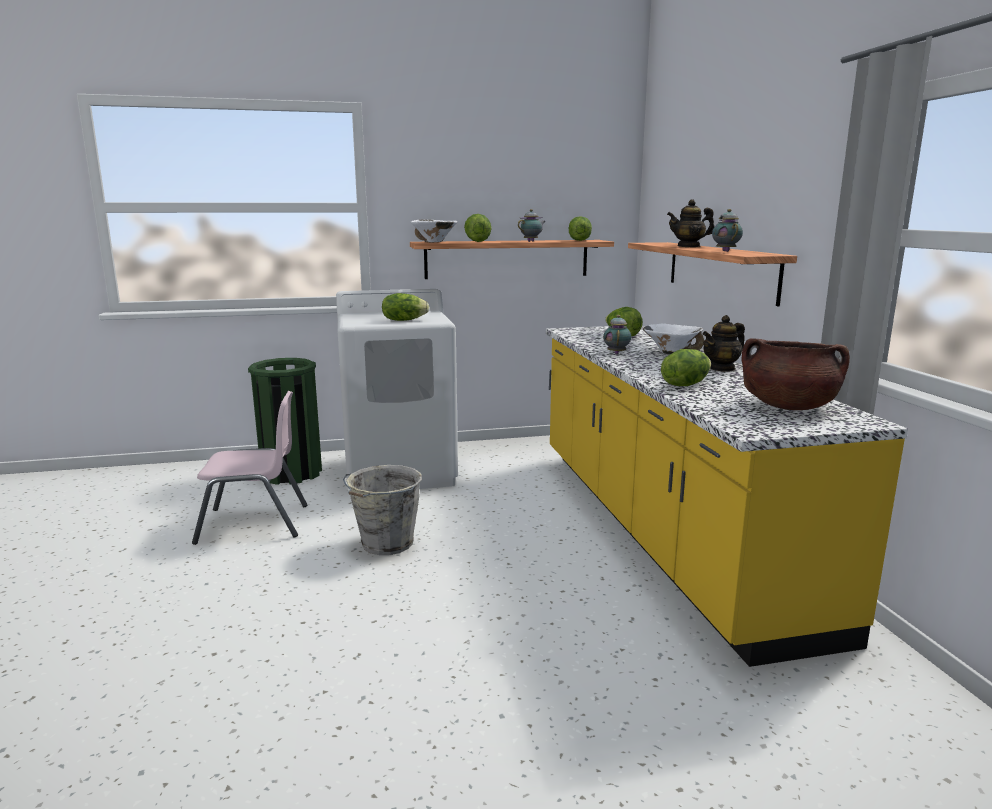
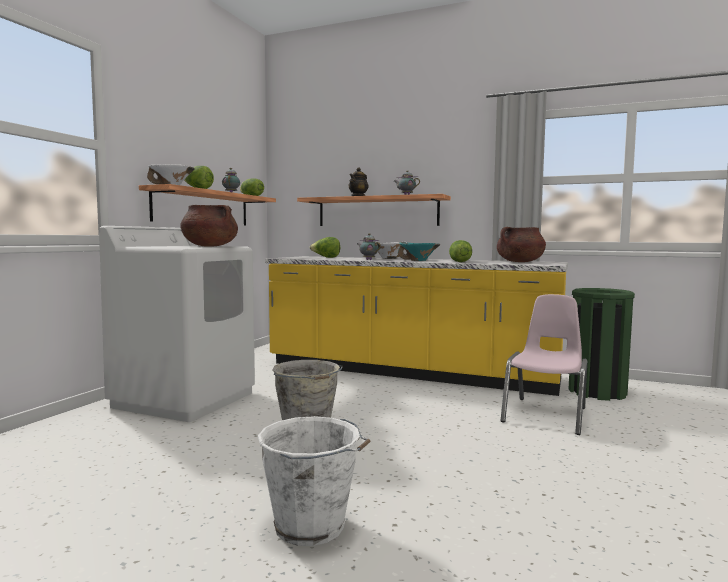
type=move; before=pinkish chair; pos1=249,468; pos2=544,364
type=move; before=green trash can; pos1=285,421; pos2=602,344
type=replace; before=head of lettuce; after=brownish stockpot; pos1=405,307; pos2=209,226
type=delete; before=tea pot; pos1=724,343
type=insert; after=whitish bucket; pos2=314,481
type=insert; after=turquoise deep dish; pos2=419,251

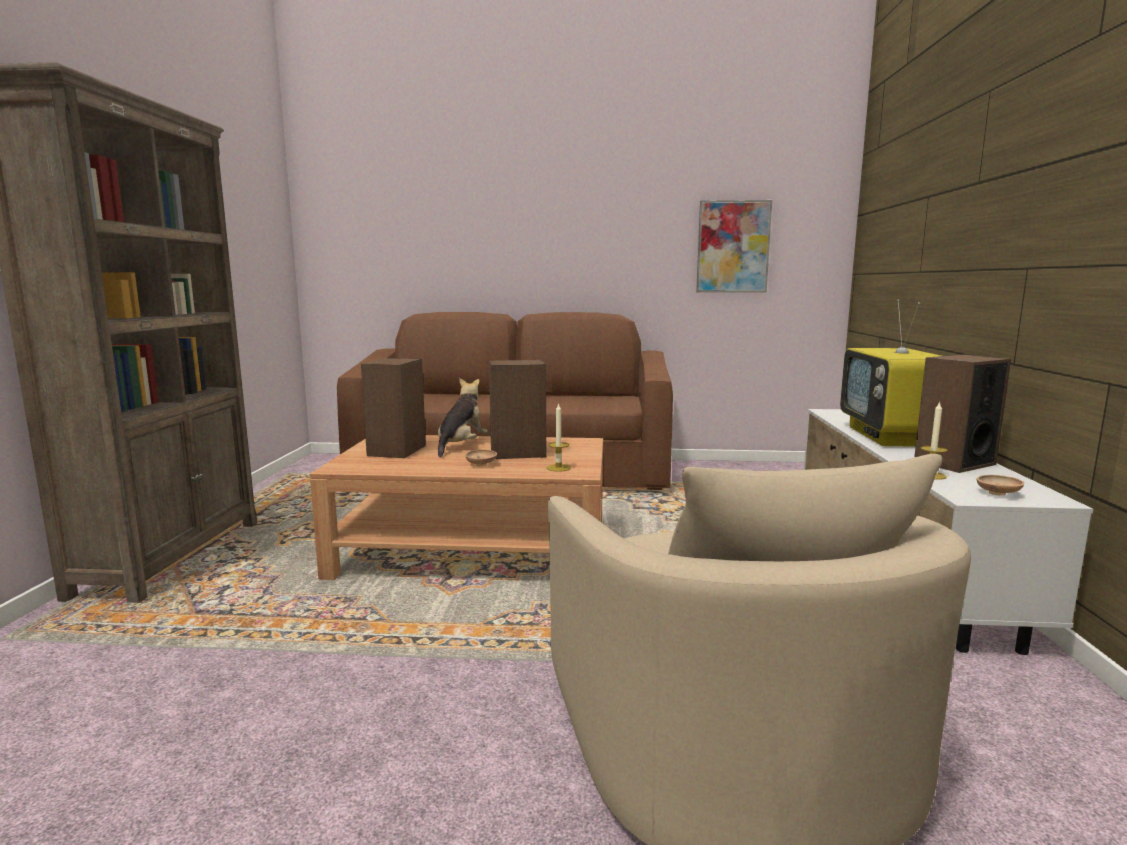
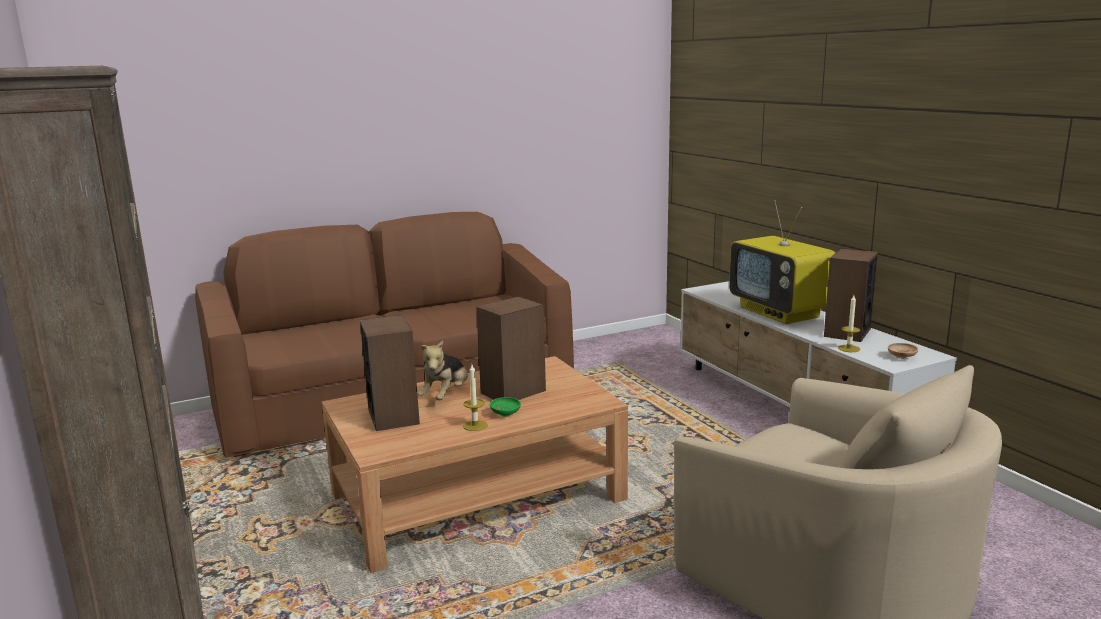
type=rotate; before=cuddly toy; pos1=463,417; pos2=443,370; turn=-150
type=recolor; before=brownish deep dish; after=green deep dish; pos1=481,458; pos2=505,407
type=move; before=wax candle; pos1=558,437; pos2=475,398
type=delete; before=picture; pos1=734,246

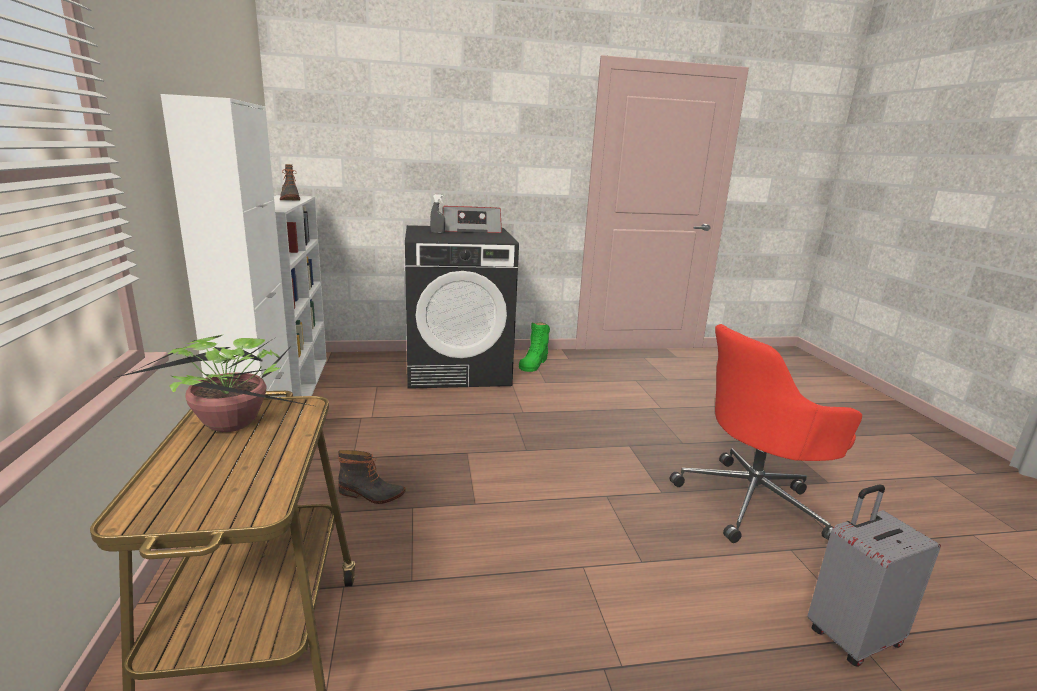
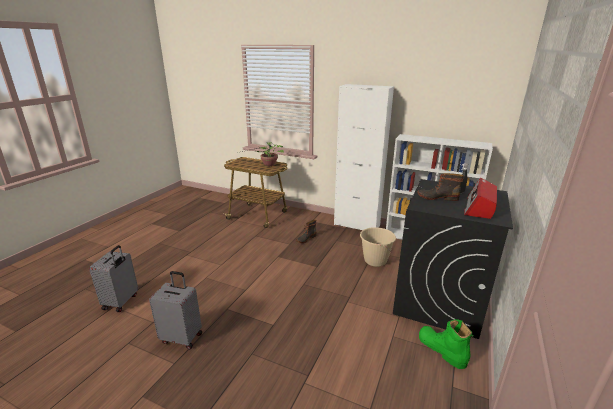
type=move; before=high-top boot; pos1=290,182; pos2=441,187
type=replace; before=red-coloured desk chair; after=greyish piece of luggage; pos1=766,433; pos2=175,310
type=insert; after=sand-coloured bucket; pos2=378,247

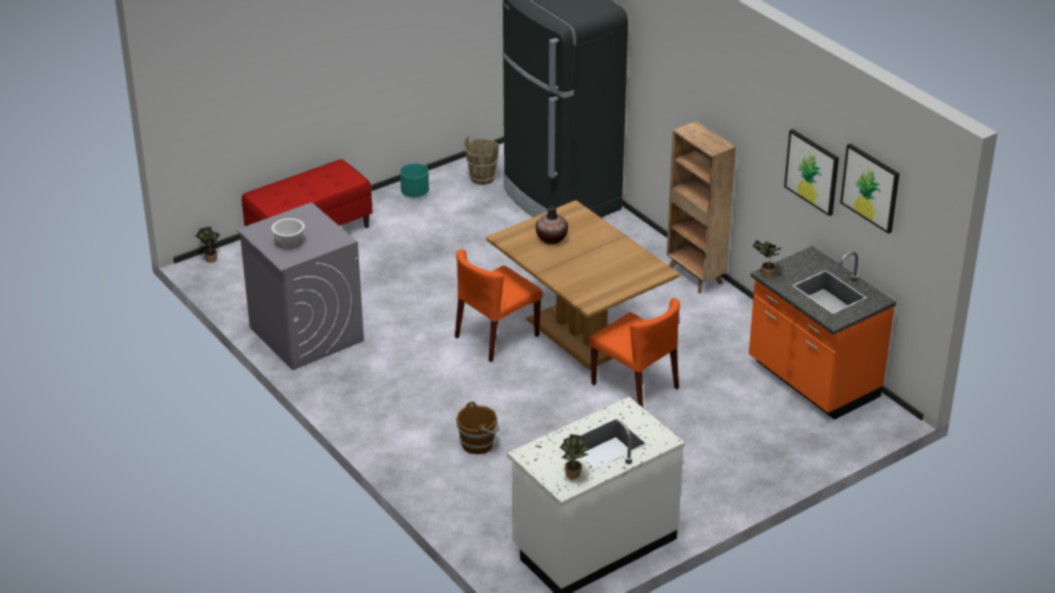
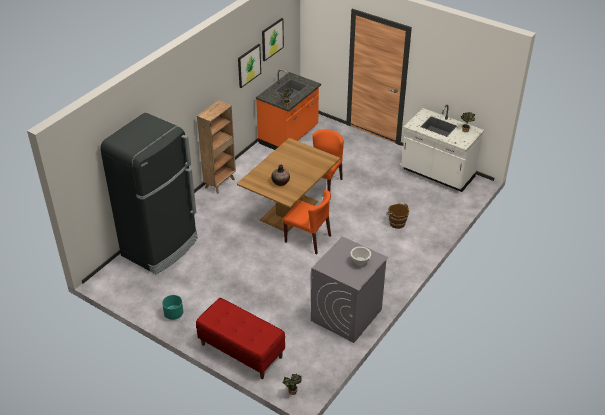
type=delete; before=brownish bucket; pos1=482,161

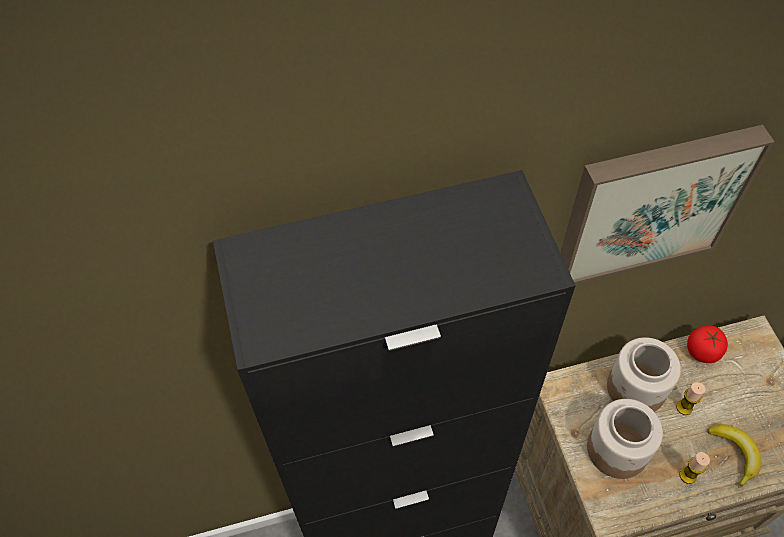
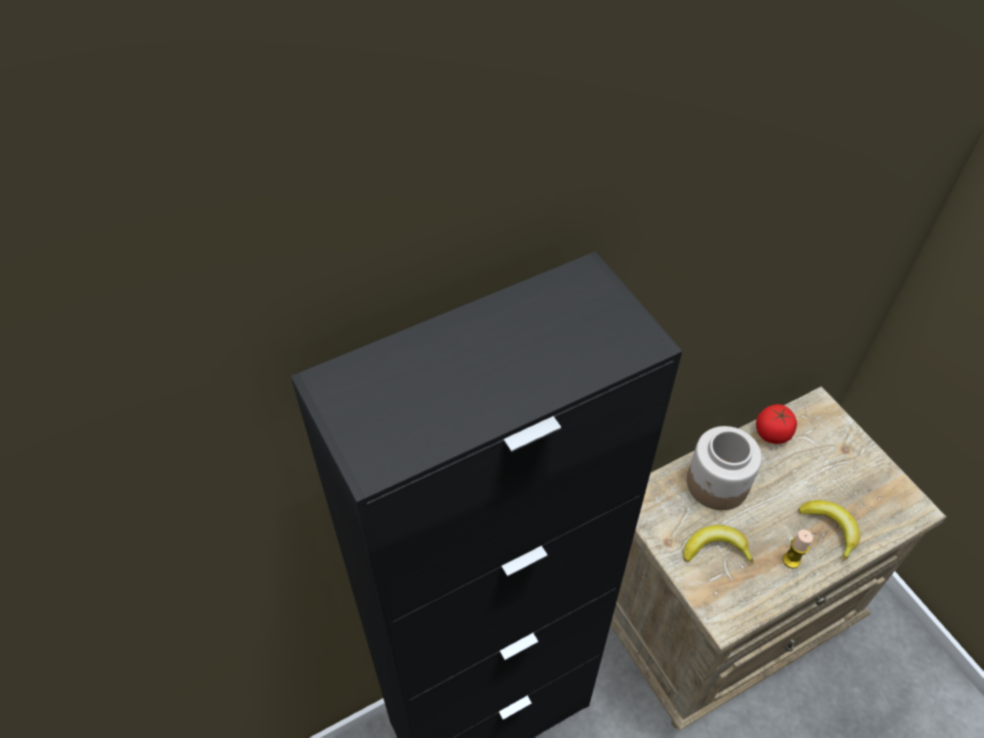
type=delete; before=picture; pos1=667,204
type=replace; before=preserve jar; after=whole banana; pos1=625,439; pos2=719,544
type=delete; before=wax candle; pos1=690,398

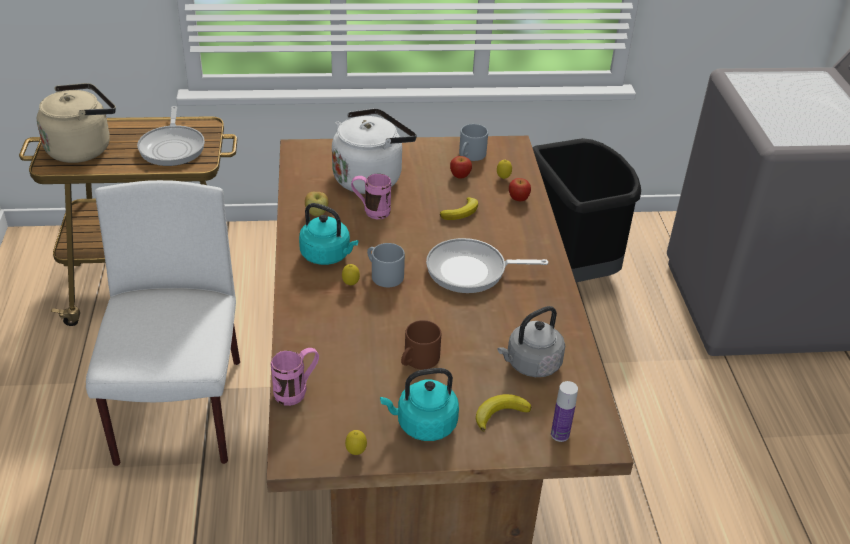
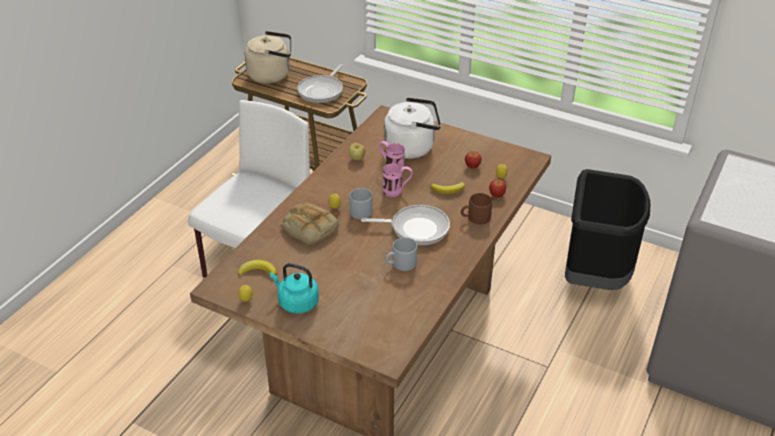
type=move; before=pinkish tea mug; pos1=295,377; pos2=397,180
type=delete; before=turquoise water kettle; pos1=328,234
type=move; before=brownish tea mug; pos1=421,344; pos2=477,208
type=rotate; before=pan; pos1=487,265; pos2=405,225; turn=150
type=move; before=greyish tea mug; pos1=473,142; pos2=401,254
type=move; before=whole banana; pos1=503,413; pos2=257,268
type=delete; before=greyish water kettle; pos1=531,341
type=delete; before=drink bottle; pos1=564,411
type=insert; after=baked bread; pos2=310,224

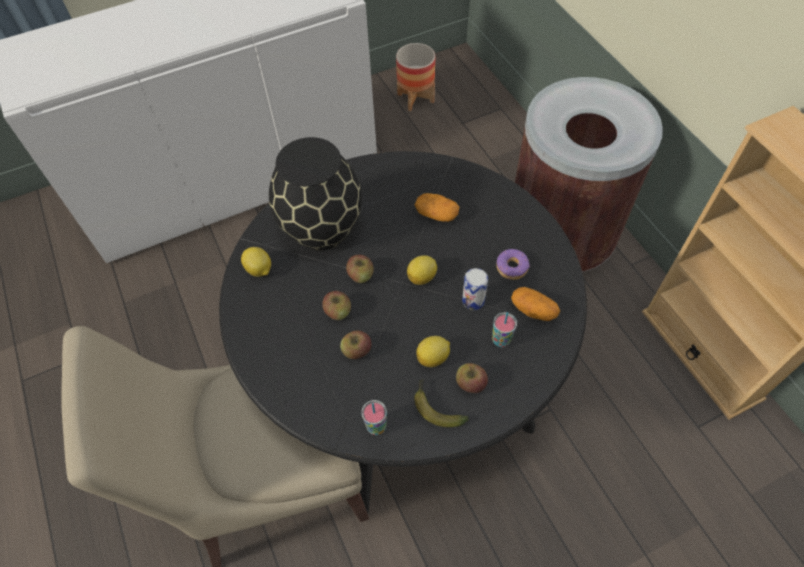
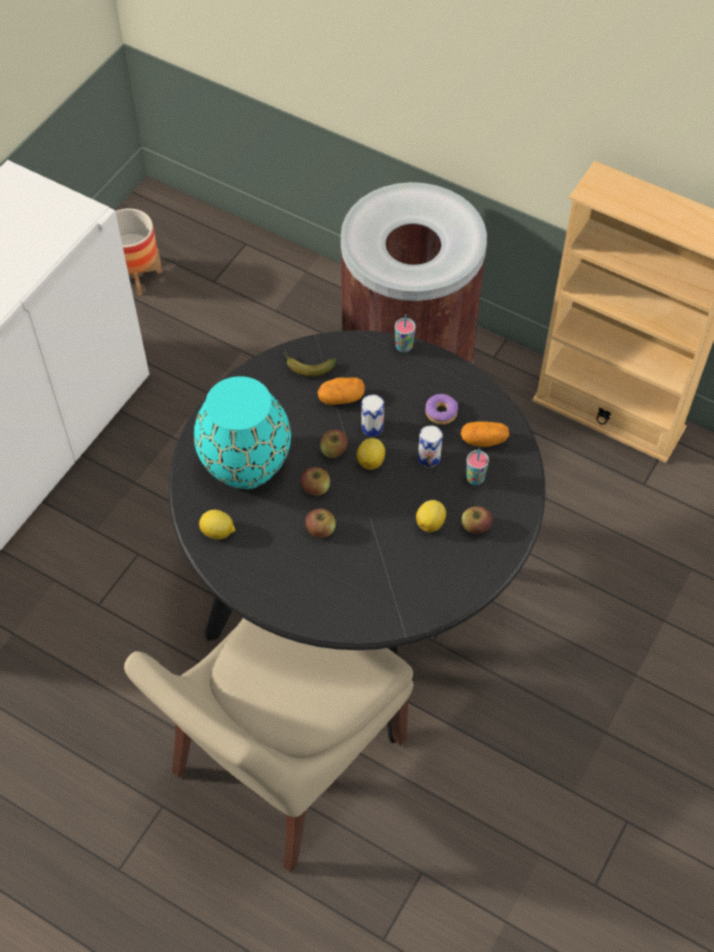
type=recolor; before=black-coloured vase; after=turquoise vase; pos1=315,194; pos2=242,432
type=move; before=whole apple; pos1=355,345; pos2=334,444
type=move; before=small cup; pos1=374,417; pos2=405,333
type=move; before=whole banana; pos1=441,403; pos2=310,363
type=insert; after=metal can; pos2=372,415

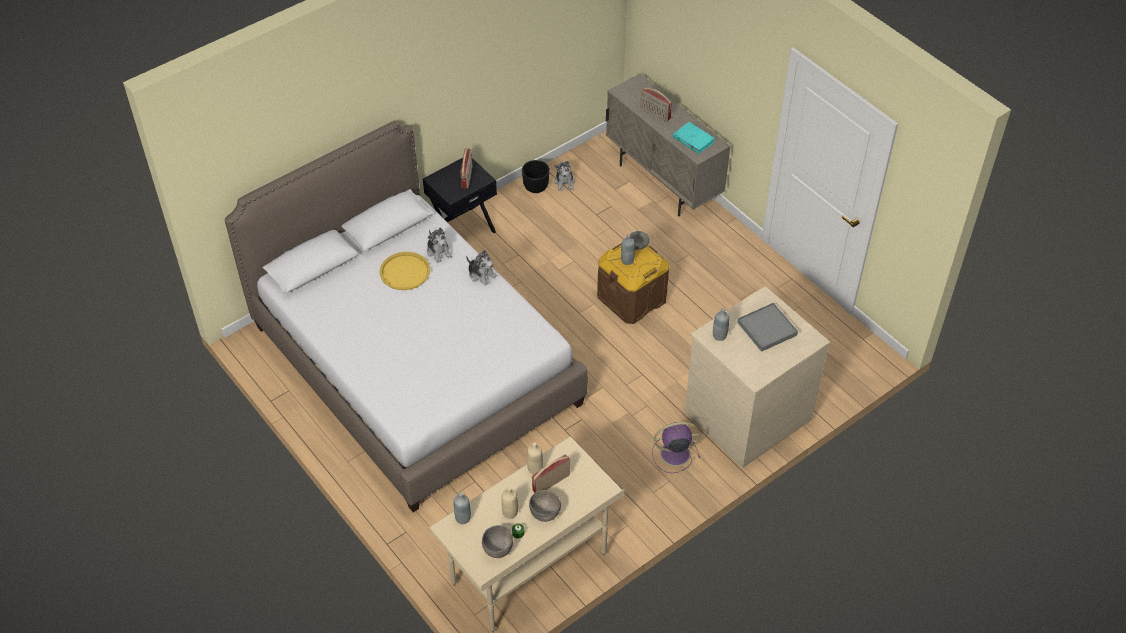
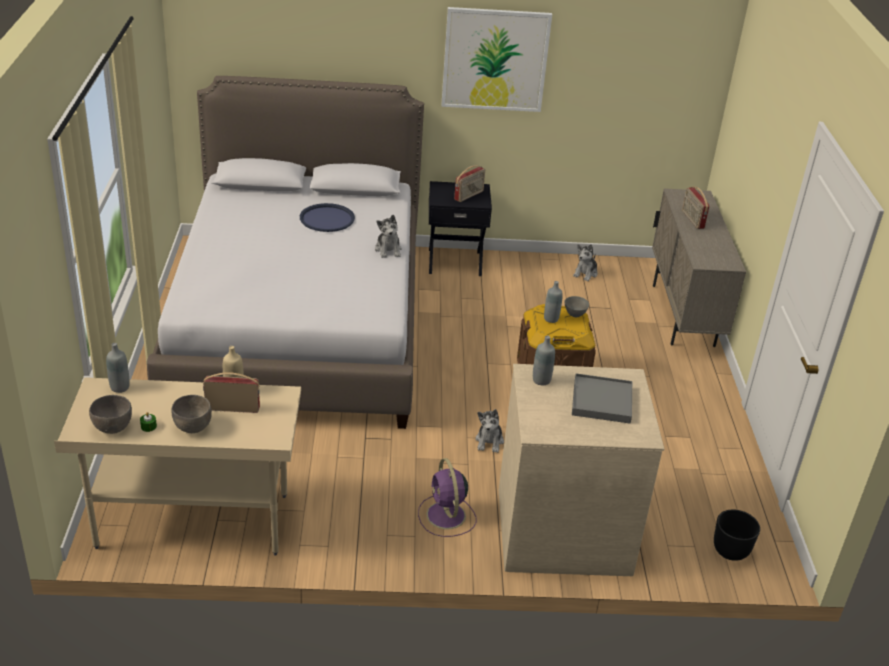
type=recolor; before=yellow carrying tray; after=blue-coloured carrying tray; pos1=405,271; pos2=327,217
type=move; before=cuddly toy; pos1=439,245; pos2=489,431
type=delete; before=sand-coloured drink bottle; pos1=509,503
type=move; before=black-coloured planter; pos1=536,176; pos2=737,535
type=rotate; before=purplish cooling fan; pos1=676,447; pos2=447,497; turn=-135
type=delete; before=turquoise book; pos1=694,138
type=insert; after=picture; pos2=496,59

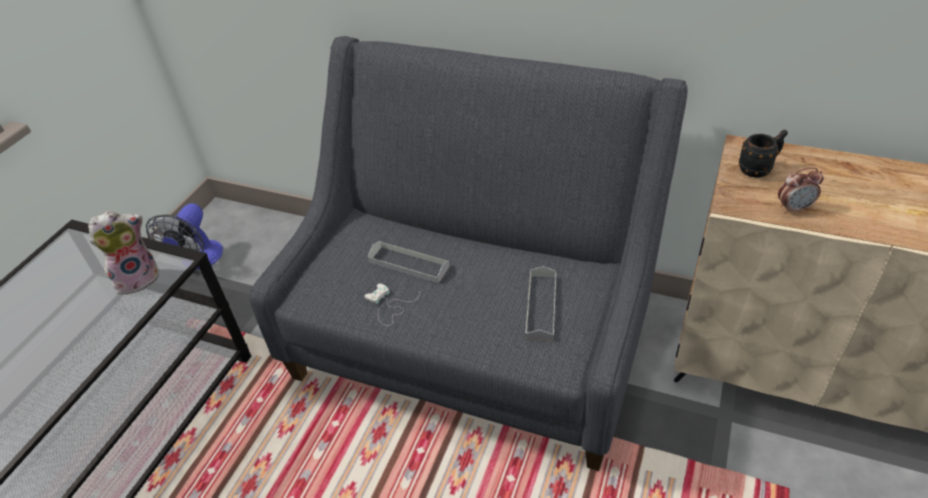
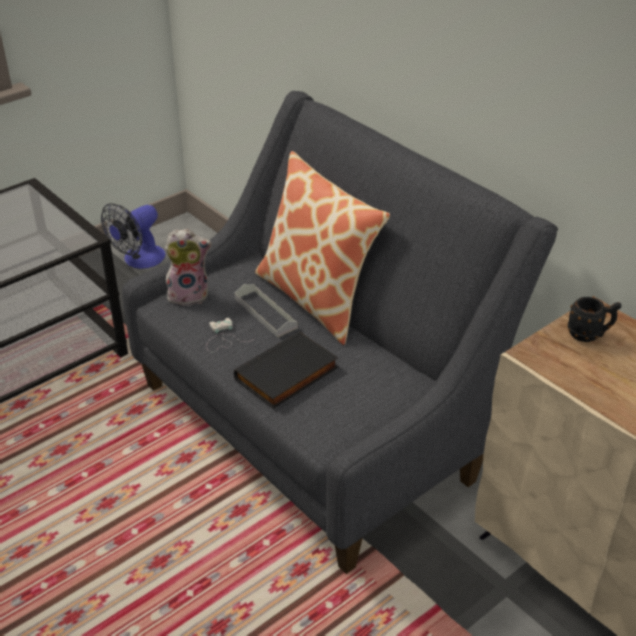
type=move; before=cuddly toy; pos1=123,253; pos2=188,268
type=delete; before=greyish carrying tray; pos1=540,303
type=delete; before=alarm clock; pos1=801,190
type=insert; after=black-coloured book; pos2=286,370
type=insert; after=cushion; pos2=322,248

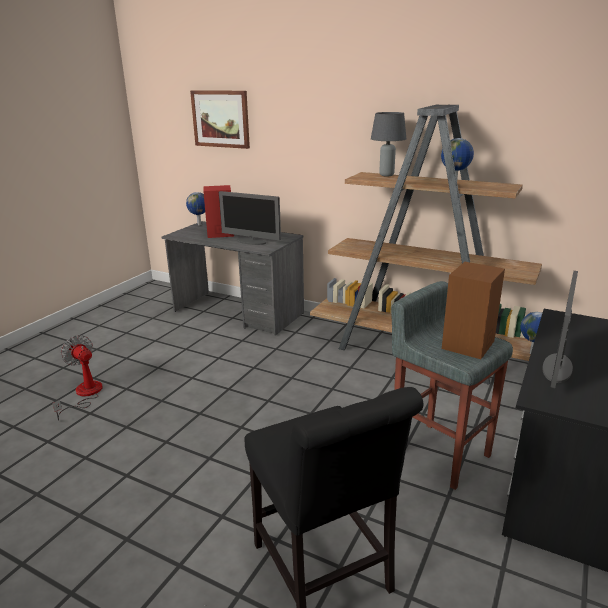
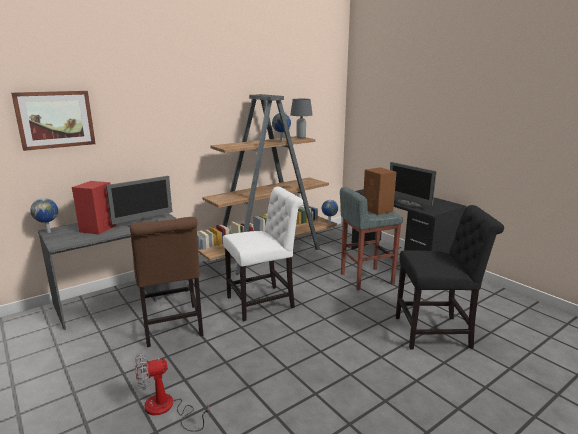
type=move; before=greyish table lamp; pos1=388,144; pos2=301,119
type=insert; after=brownish chair; pos2=167,282
type=insert; after=whitish chair; pos2=263,254

